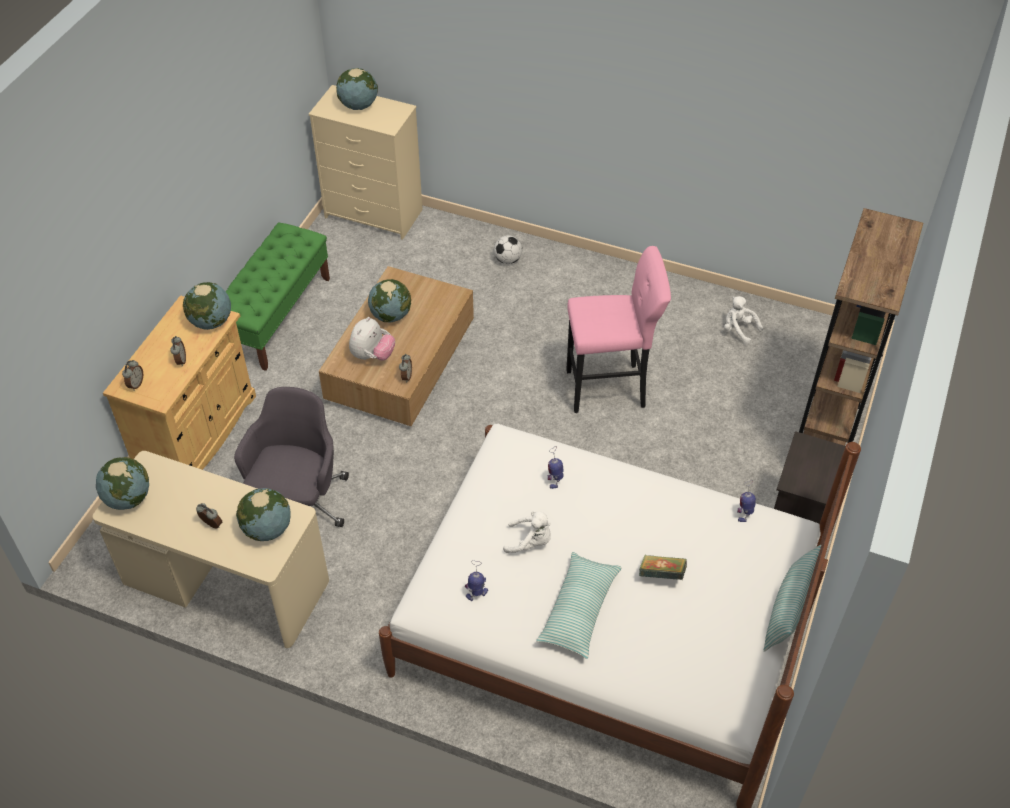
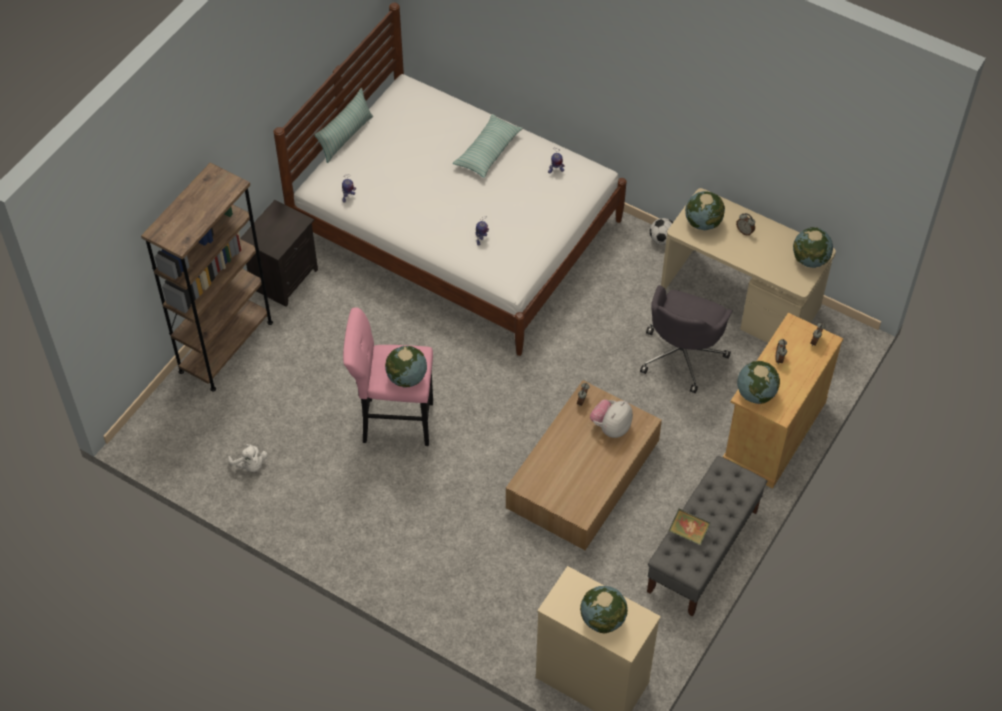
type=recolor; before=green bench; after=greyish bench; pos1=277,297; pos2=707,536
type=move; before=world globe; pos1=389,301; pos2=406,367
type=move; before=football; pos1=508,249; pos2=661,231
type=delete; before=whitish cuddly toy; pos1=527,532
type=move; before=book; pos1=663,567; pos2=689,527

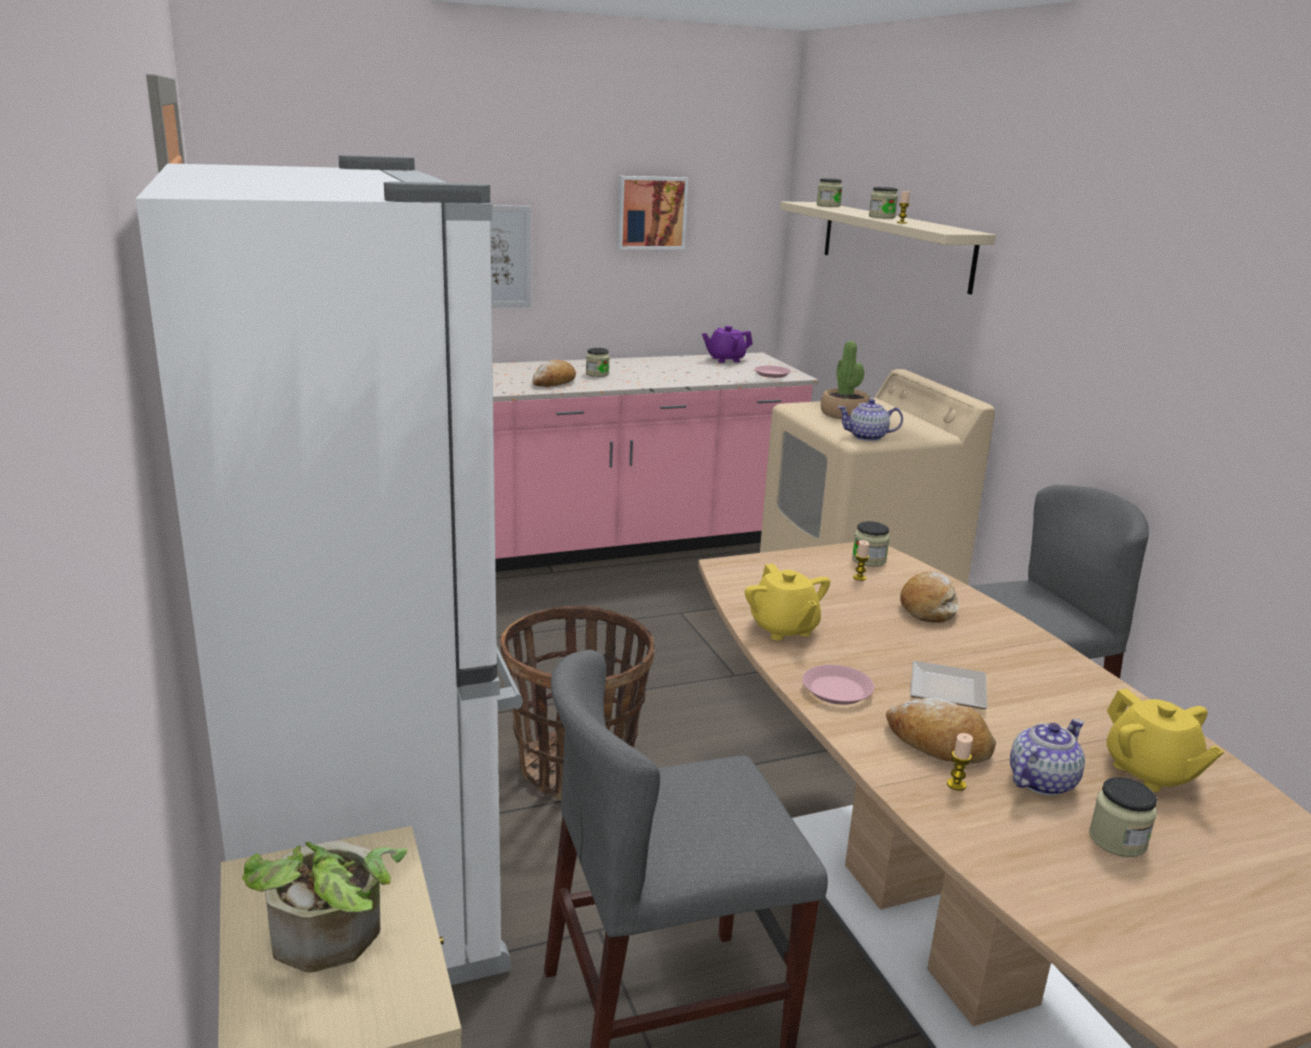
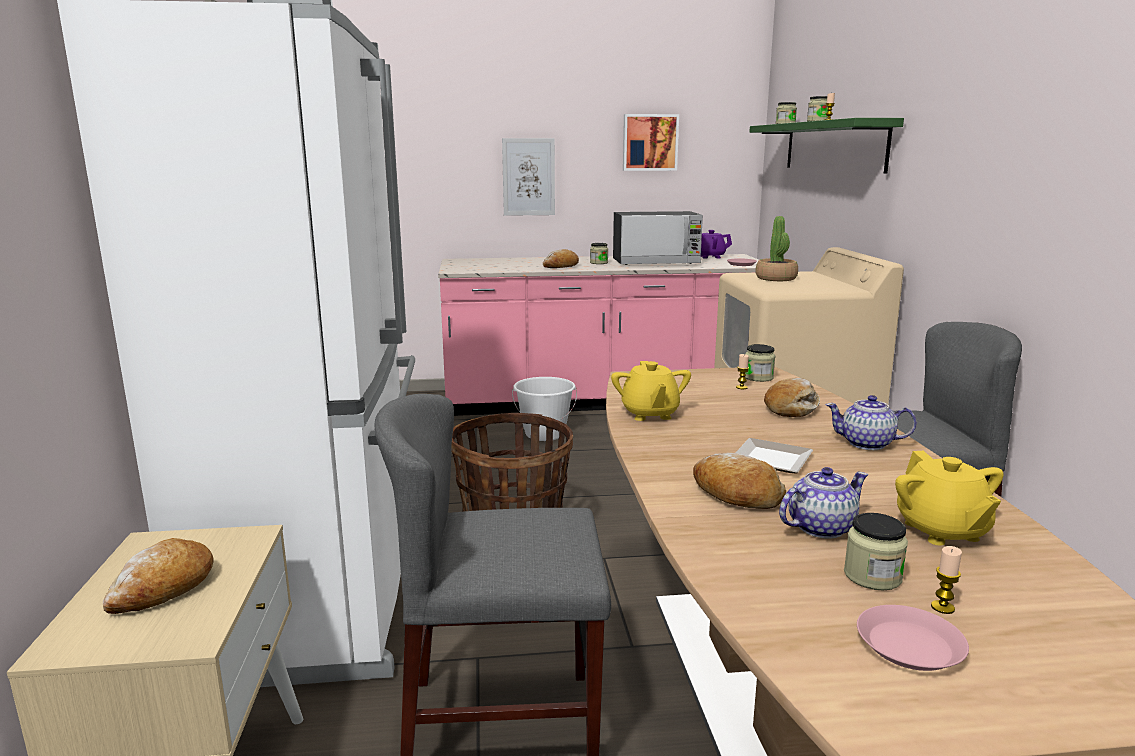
type=replace; before=potted plant; after=baked bread; pos1=325,906; pos2=158,576
type=recolor; before=sand-coloured bracket shelf; after=green bracket shelf; pos1=888,248; pos2=826,146
type=move; before=pinkish plate; pos1=838,685; pos2=913,638
type=move; before=tea pot; pos1=870,420; pos2=871,422
type=move; before=wax candle; pos1=960,762; pos2=946,580
type=insert; after=whitish bucket; pos2=544,409
type=insert; after=kitchen microwave; pos2=658,238

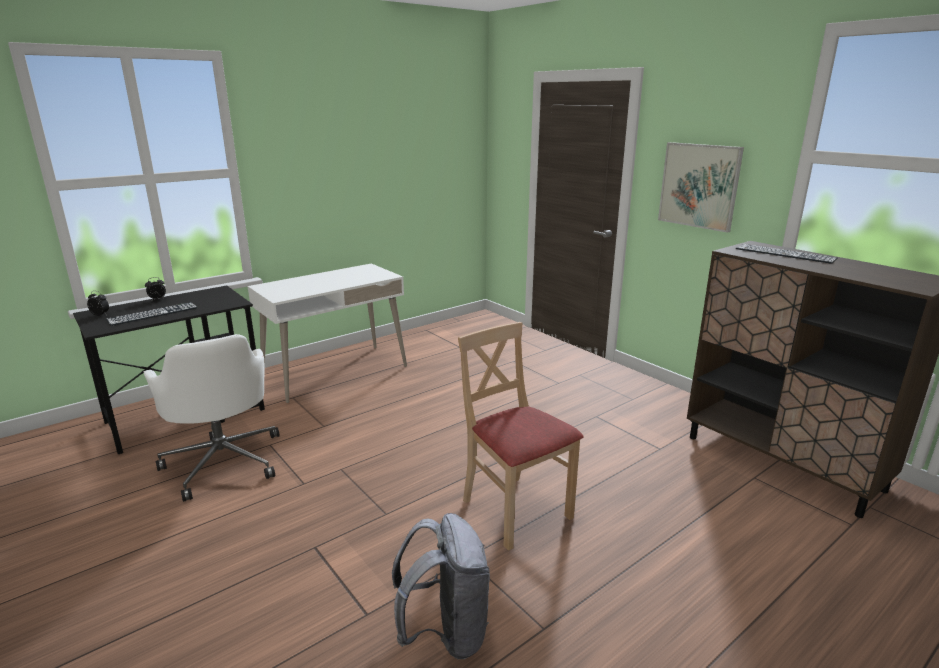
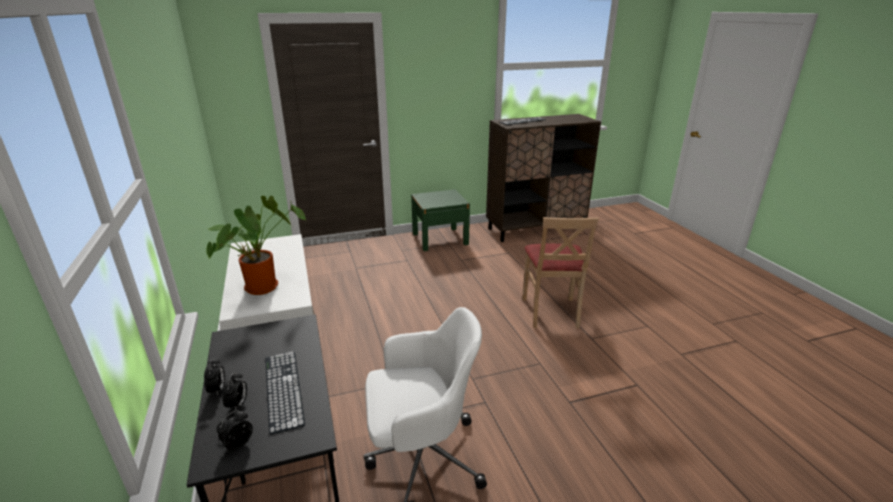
type=delete; before=greyish backpack; pos1=441,586
type=rotate; before=sand-coloured chair; pos1=521,436; pos2=560,272; turn=-75
type=delete; before=picture; pos1=701,187
type=insert; after=potted plant; pos2=256,245
type=insert; after=alarm clock; pos2=234,392
type=insert; after=green bedside table; pos2=440,220

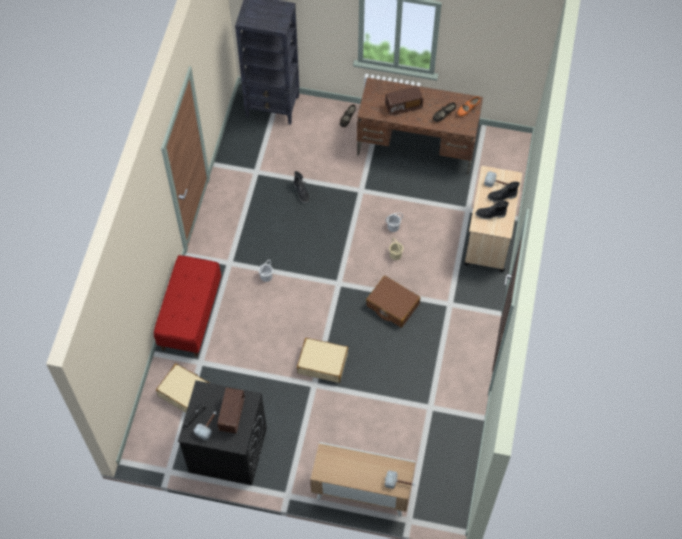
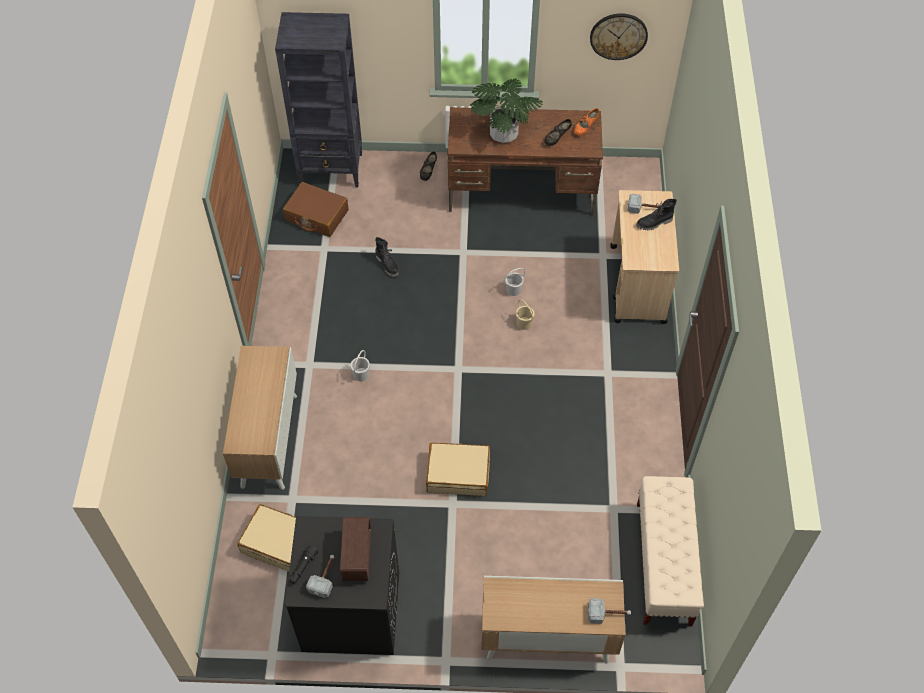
type=replace; before=red-coloured bench; after=storage cabinet; pos1=187,306; pos2=260,418
type=move; before=brownish piece of luggage; pos1=393,302; pos2=316,209
type=replace; before=radio receiver; after=potted plant; pos1=404,101; pos2=506,110
type=delete; before=black-coloured high-top boot; pos1=492,210
type=insert; after=wall clock; pos2=619,36
type=insert; after=sand-coloured bench; pos2=670,551

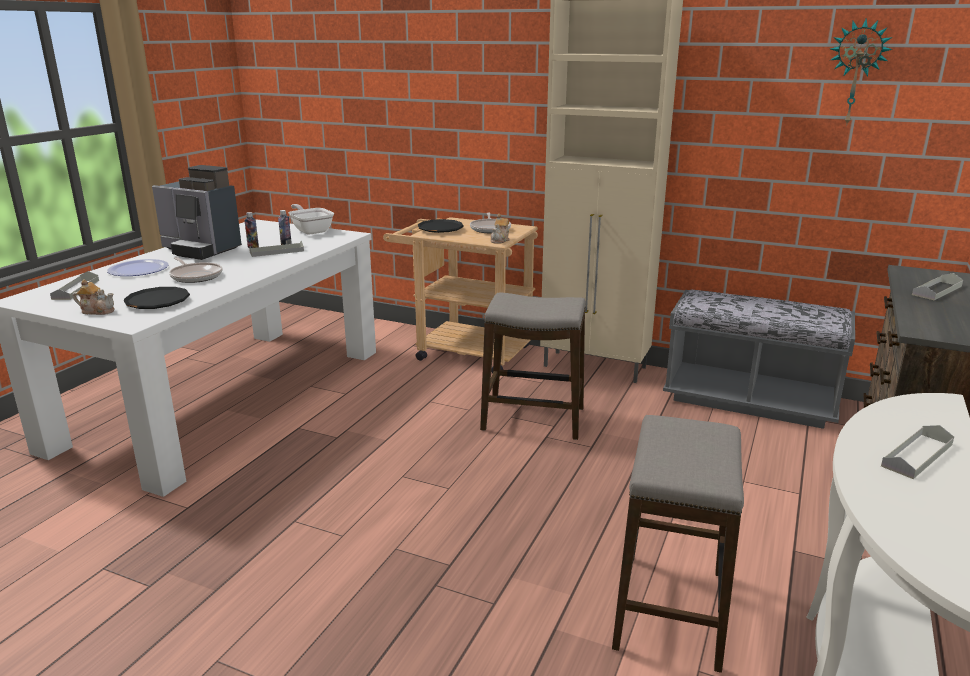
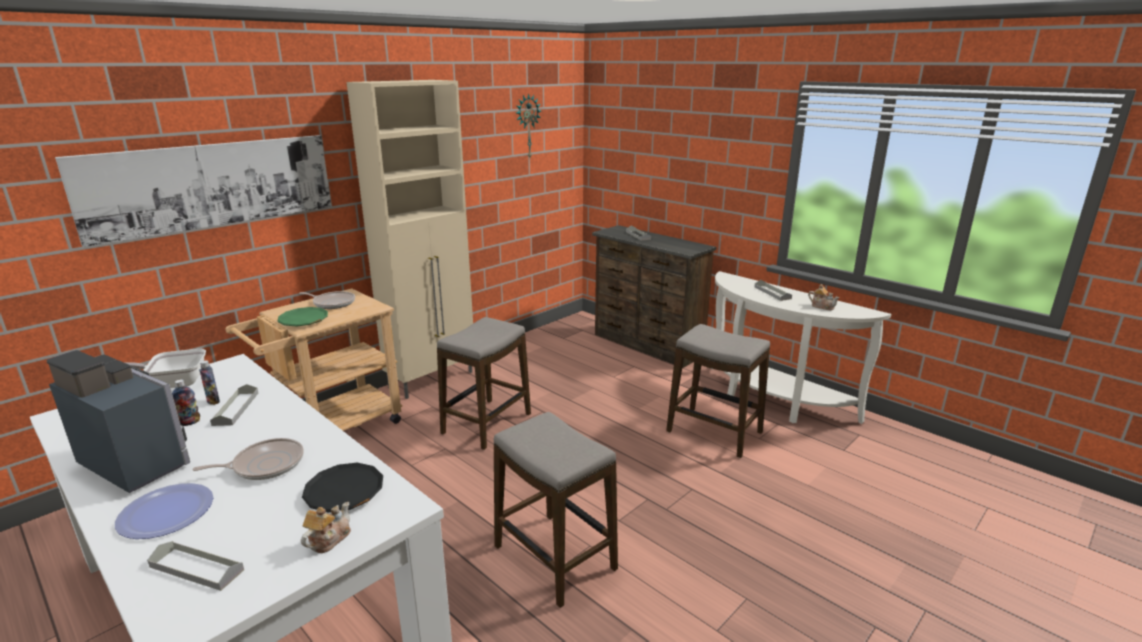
type=rotate; before=coffee maker; pos1=197,212; pos2=118,421; turn=-105
type=recolor; before=black-coloured plate; after=green plate; pos1=441,226; pos2=302,316
type=move; before=tea pot; pos1=500,229; pos2=823,297
type=delete; before=greyish bench; pos1=759,359
type=insert; after=picture; pos2=193,191
type=insert; after=sitting stool; pos2=556,510

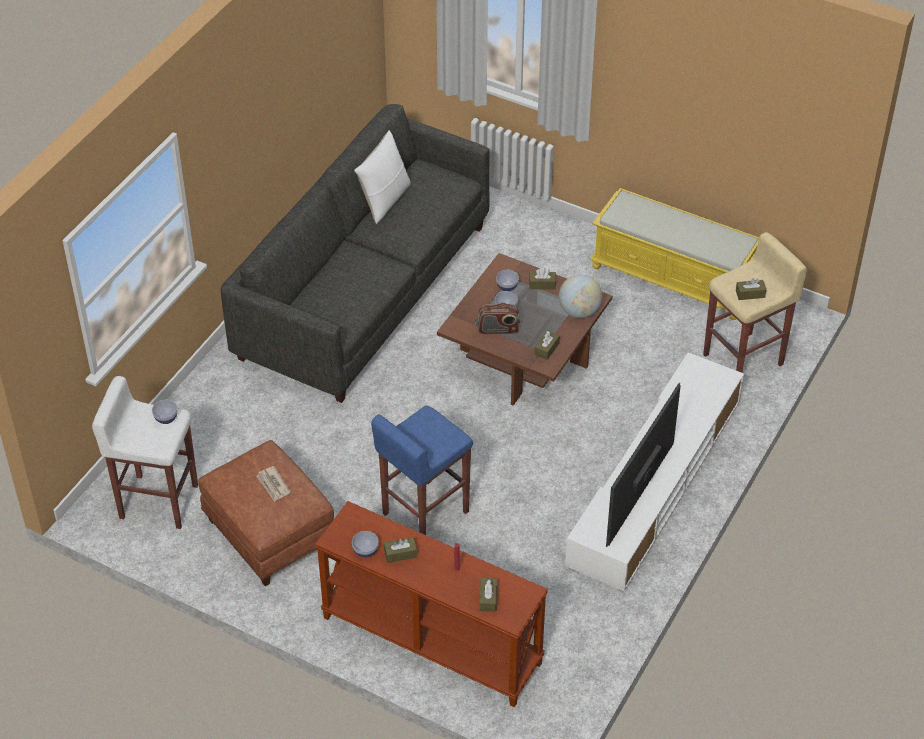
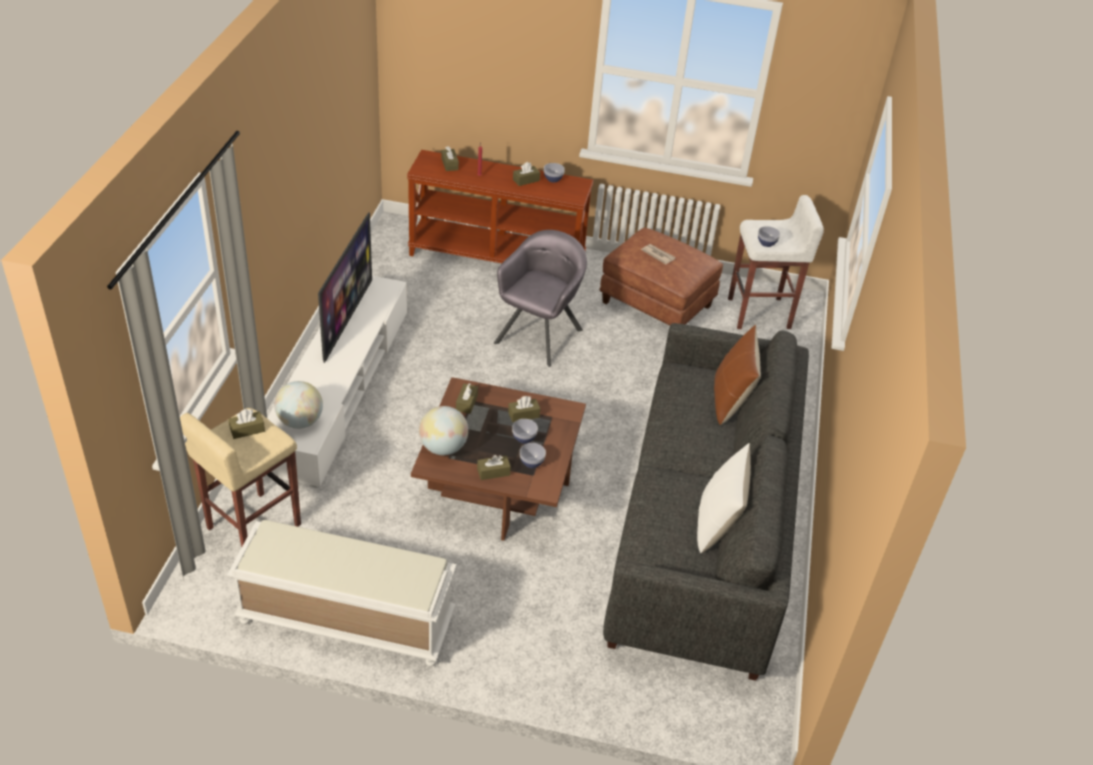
type=replace; before=blue-coloured sitting stool; after=greyish lounge chair; pos1=422,470; pos2=540,298
type=replace; before=radio receiver; after=brownish box of tissues; pos1=498,318; pos2=524,409
type=recolor; before=yellow bench; after=whitish bench; pos1=674,254; pos2=342,593
type=insert; after=world globe; pos2=298,405
type=insert; after=brownish cushion; pos2=737,375

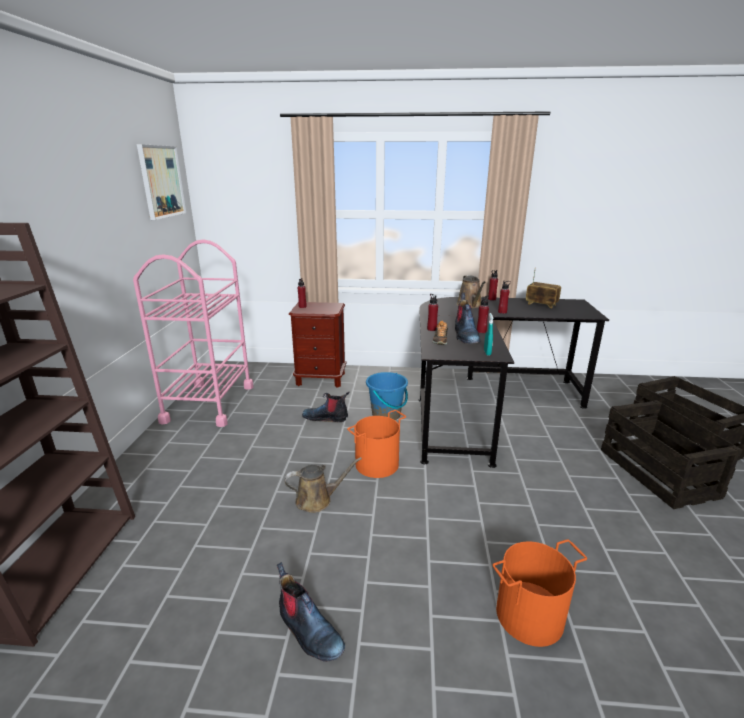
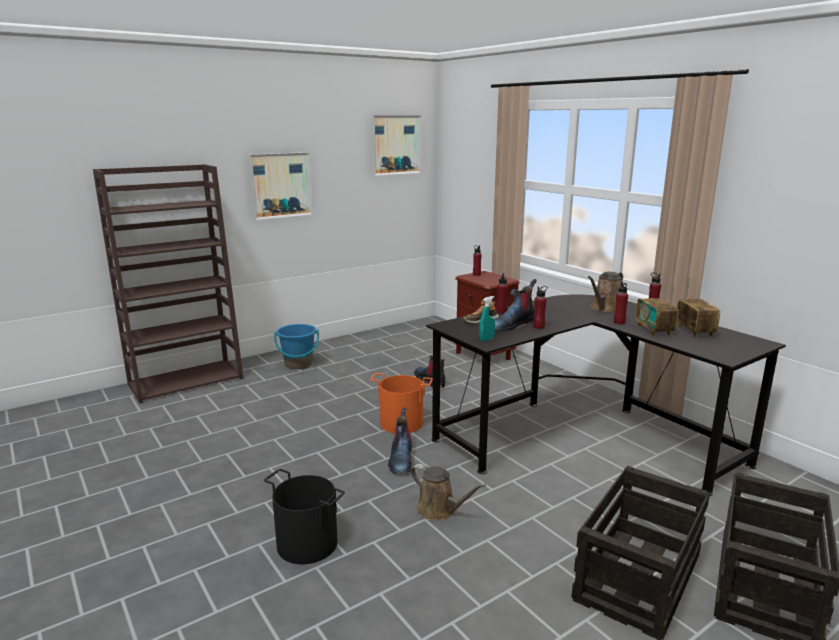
type=delete; before=pinkish trolley; pos1=193,333
type=move; before=high-top boot; pos1=311,612; pos2=400,441
type=move; before=brownish watering pot; pos1=323,485; pos2=448,492
type=move; before=blue-coloured bucket; pos1=387,396; pos2=296,346
type=recolor; before=orange bucket; after=black-coloured bucket; pos1=540,593; pos2=304,516
type=insert; after=picture; pos2=280,186
type=insert; after=radio receiver; pos2=657,310

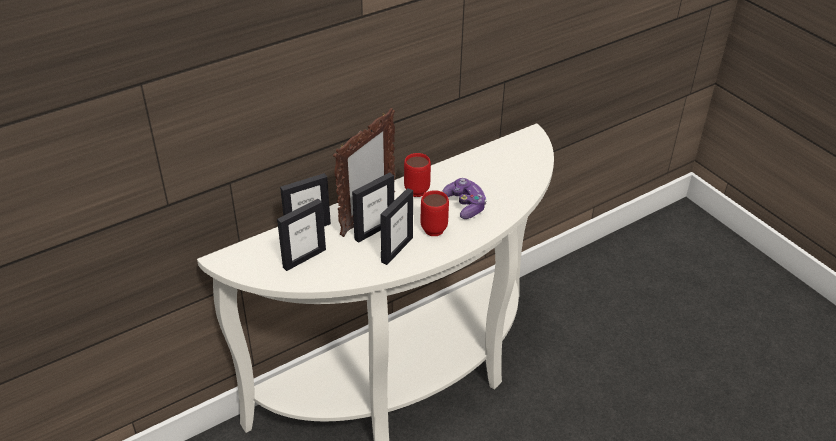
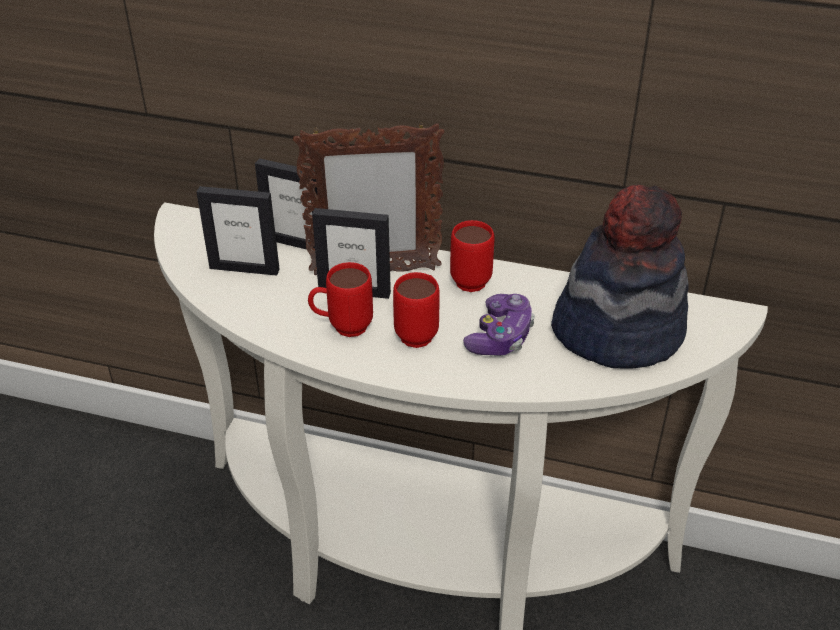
type=replace; before=picture frame; after=red-coloured tea mug; pos1=396,226; pos2=340,299
type=insert; after=clothing hat; pos2=620,276

